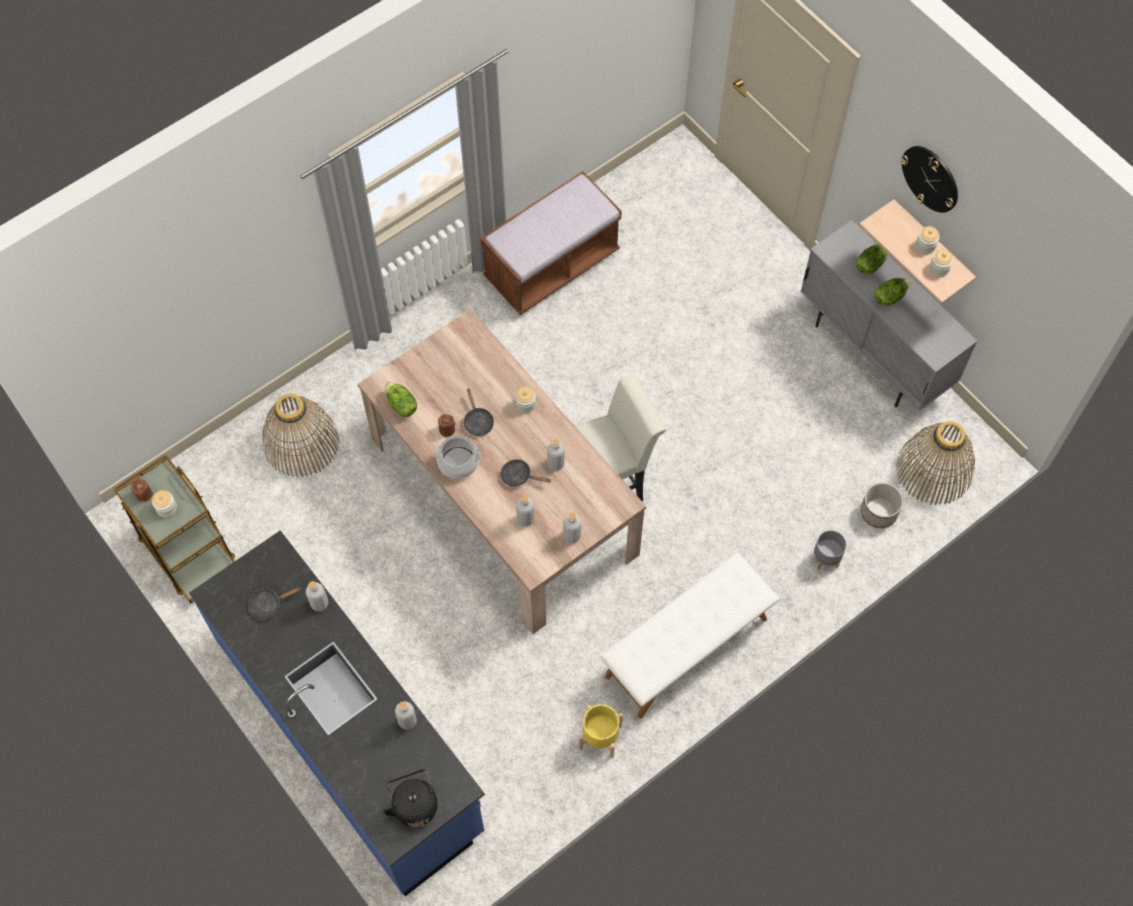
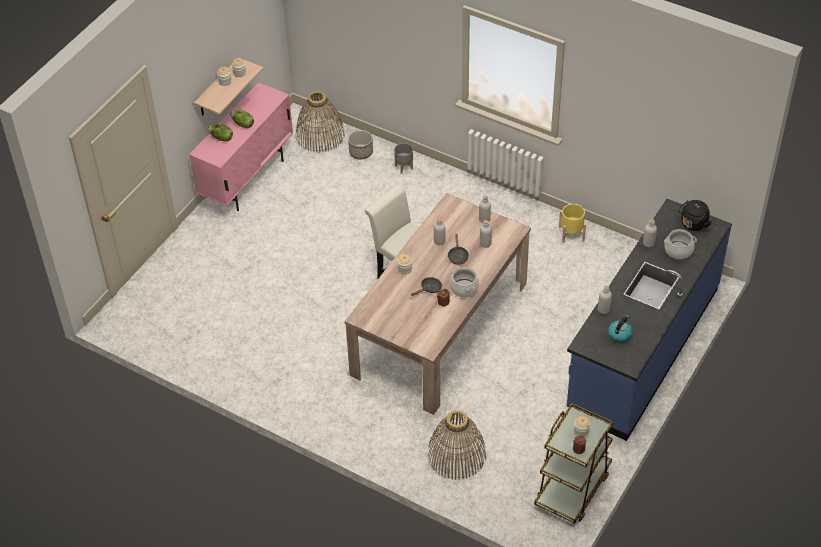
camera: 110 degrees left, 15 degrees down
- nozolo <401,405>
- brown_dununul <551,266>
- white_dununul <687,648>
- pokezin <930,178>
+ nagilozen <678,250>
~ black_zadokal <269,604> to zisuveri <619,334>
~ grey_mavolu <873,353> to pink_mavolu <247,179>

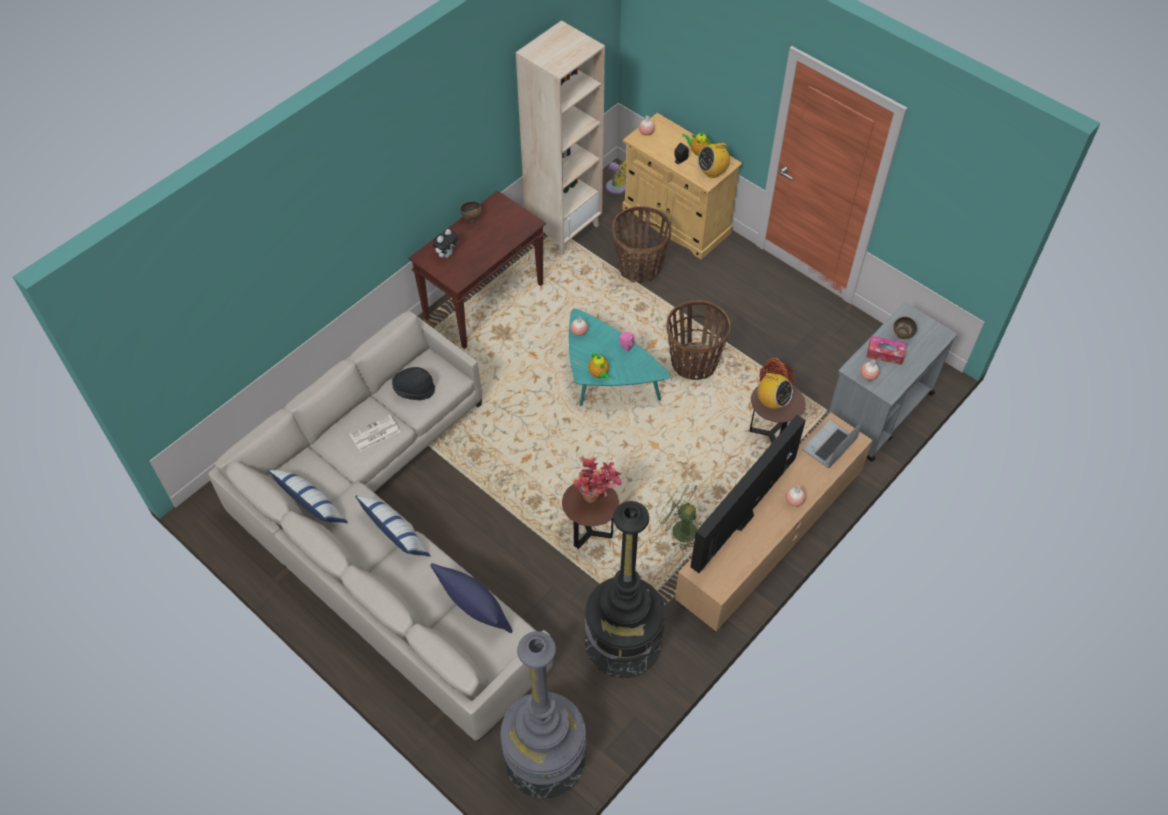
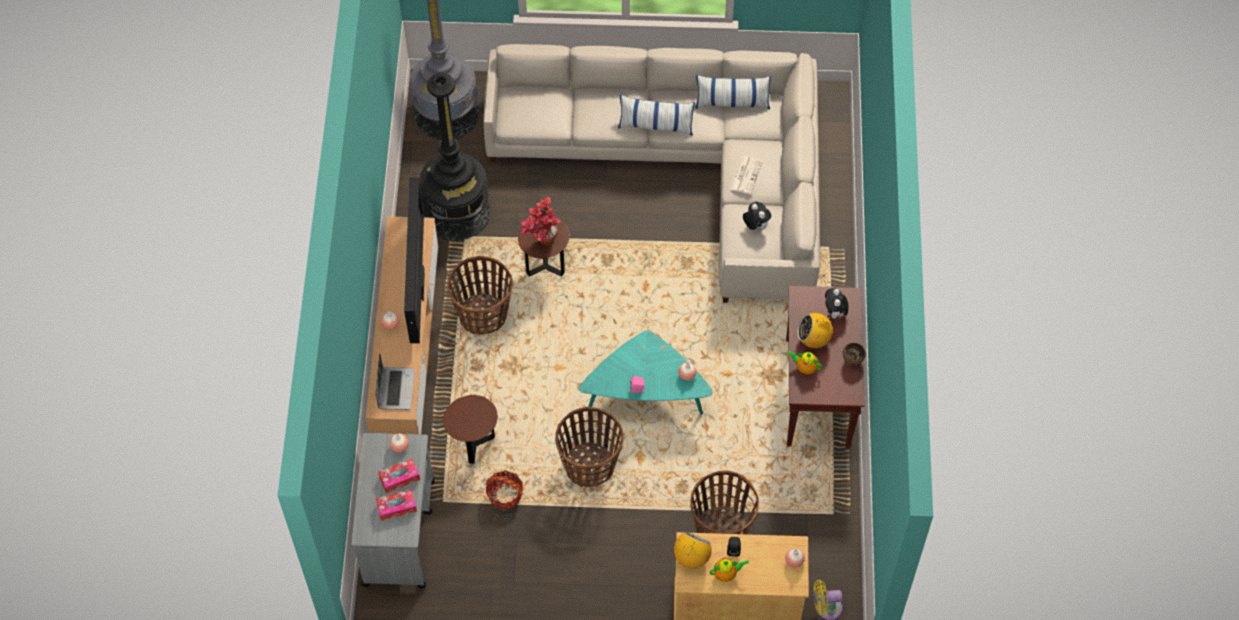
camera: 140 degrees right, 5 degrees up
- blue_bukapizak <474,607>
- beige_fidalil <563,228>
~ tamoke <599,374> to <804,367>
~ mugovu <772,402> to <813,339>
~ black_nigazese <414,390> to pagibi <755,225>
~ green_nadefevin <678,529> to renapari <483,315>
~ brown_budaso <902,336> to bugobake <396,507>

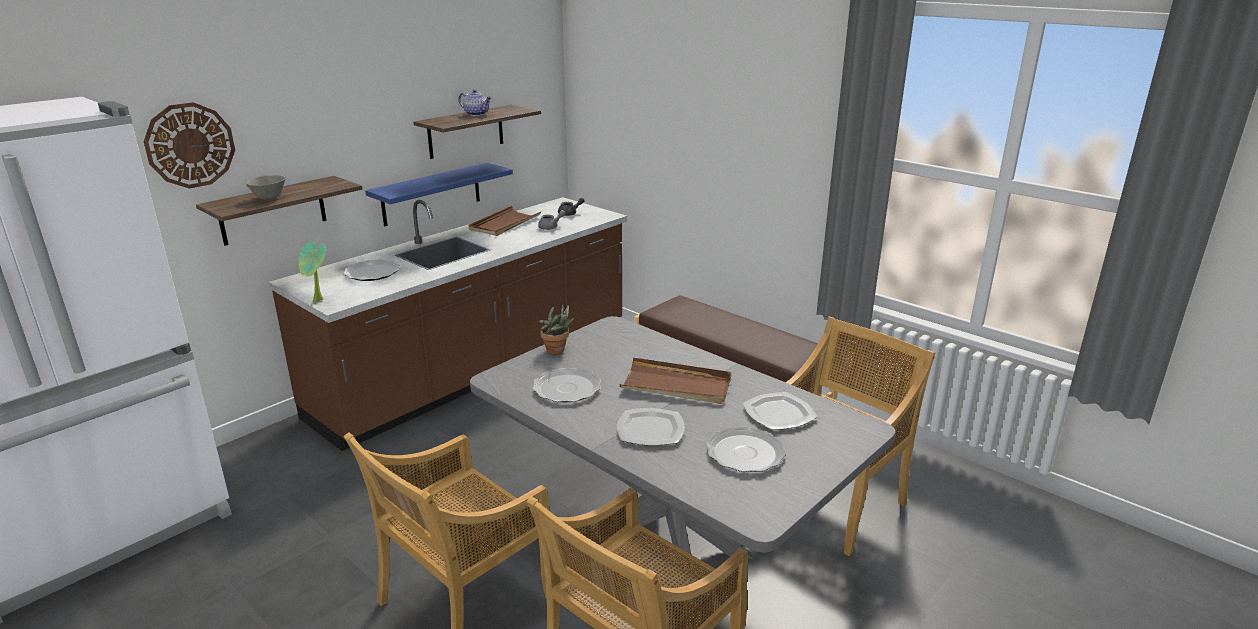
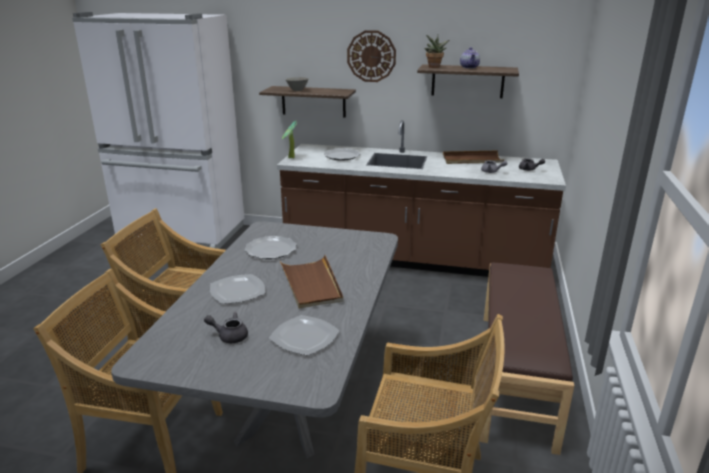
camera: 60 degrees right, 0 degrees up
- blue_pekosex <431,194>
~ pokezin <190,145> to <371,56>
~ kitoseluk <557,351> to <434,67>
~ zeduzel <745,453> to grey_tamoke <229,336>

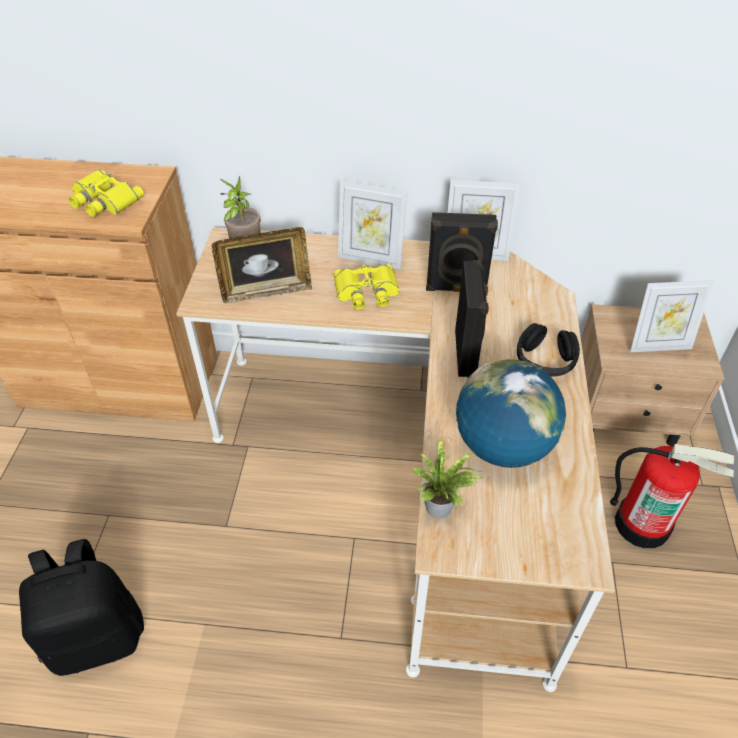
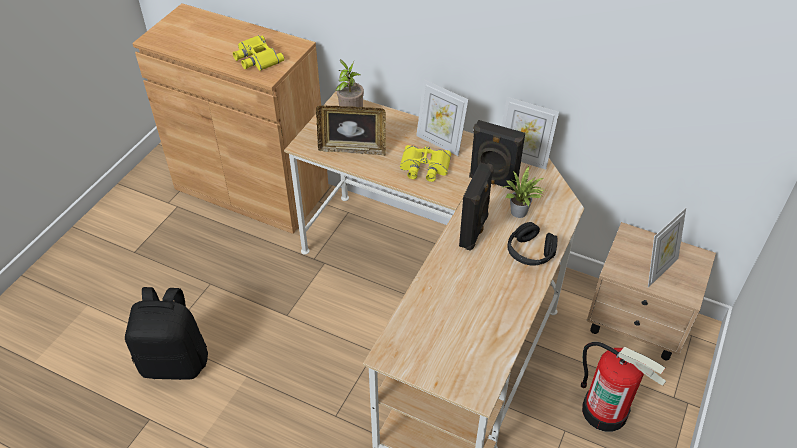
camera: 20 degrees right, 0 degrees up
- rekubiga <502,446>
~ kitoseluk <441,509> to <520,213>
~ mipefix <658,346> = <658,269> 60 degrees counterclockwise

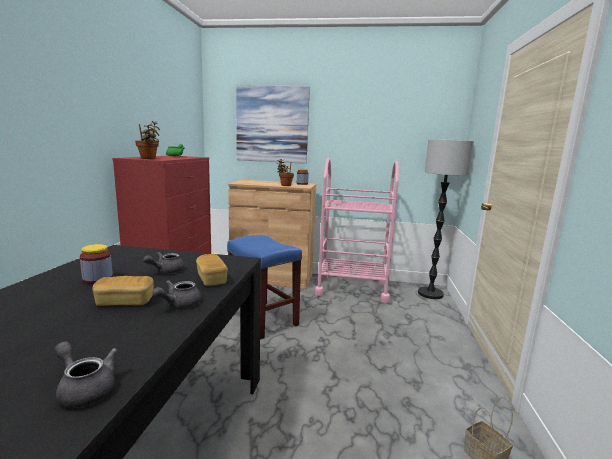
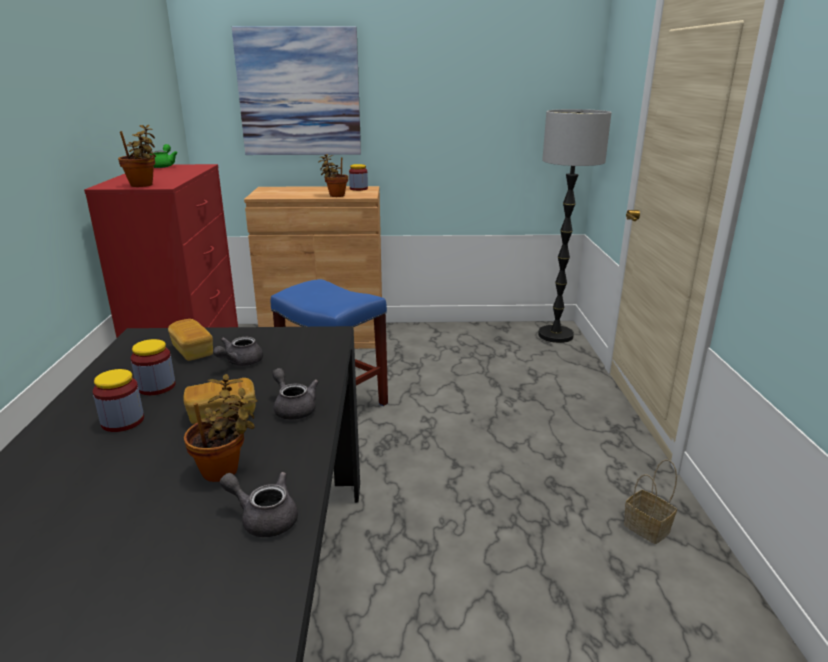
camera: 10 degrees left, 10 degrees up
- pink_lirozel <352,288>
+ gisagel <123,421>
+ kitoseluk <225,470>
~ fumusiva <211,279> to <192,351>
~ grey_tamoke <179,304> = <293,408> 120 degrees clockwise

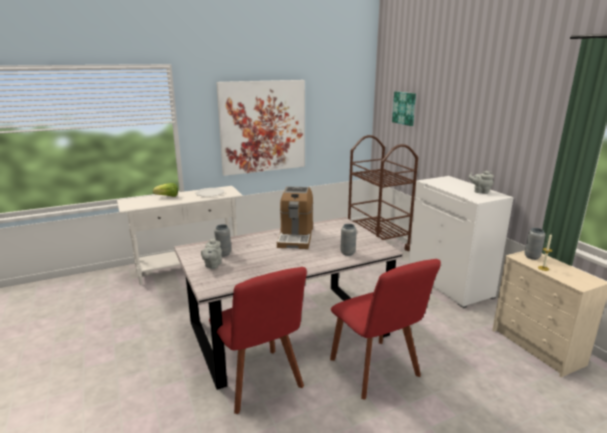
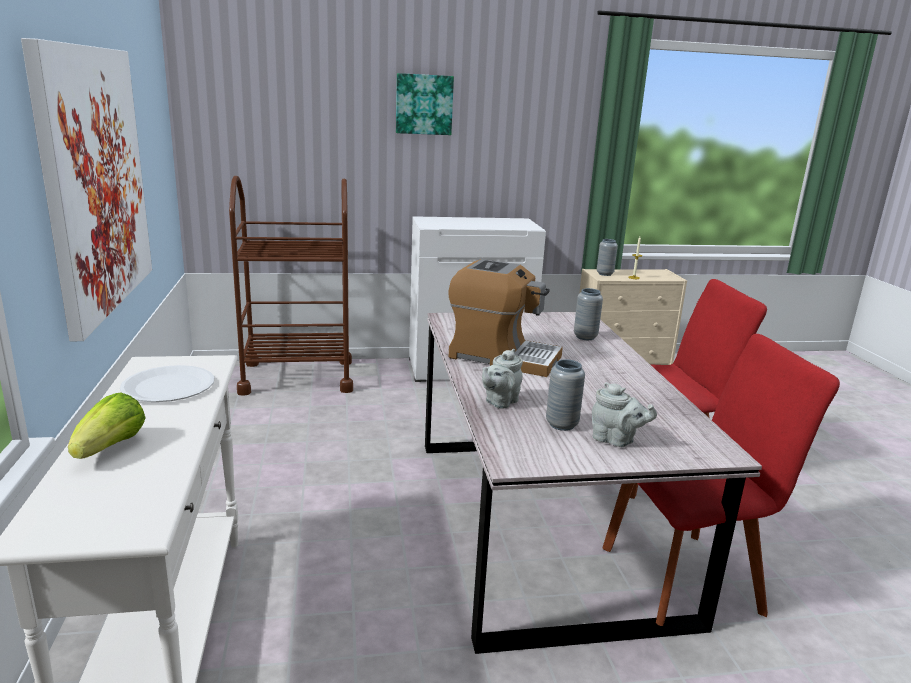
camera: 75 degrees left, 0 degrees up
~ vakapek <404,108> to <424,104>
~ grey_tamoke <480,191> to <500,402>

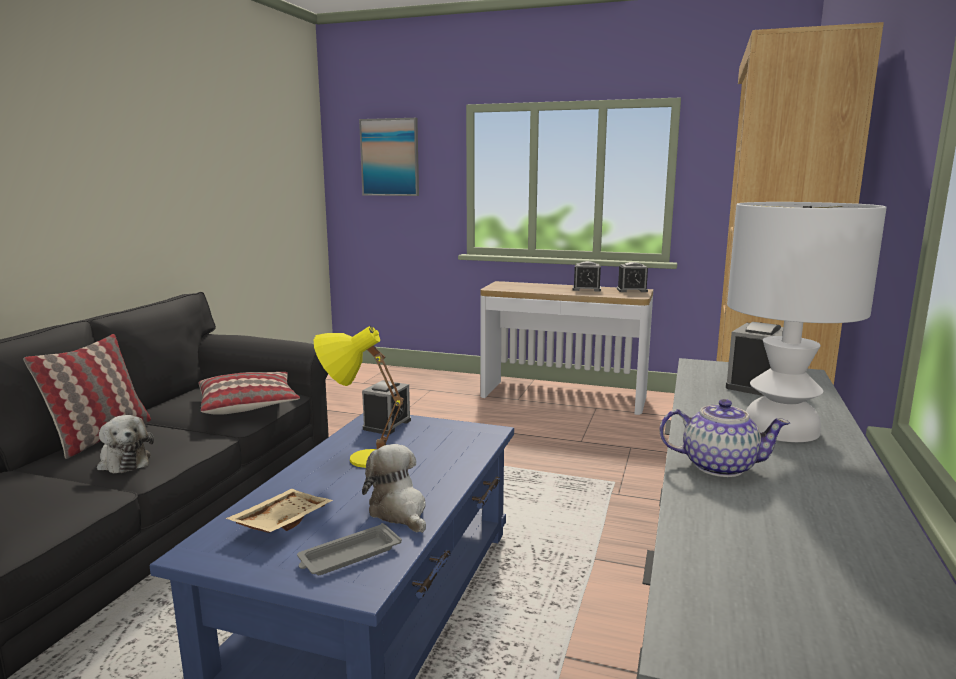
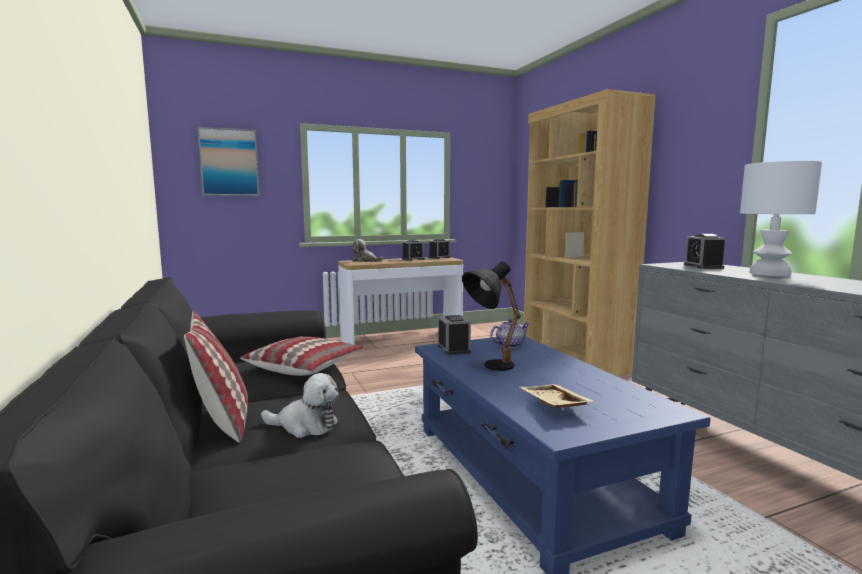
camera: 40 degrees left, 5 degrees down
- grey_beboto <348,556>
~ pagibi <399,511> to <365,261>
~ tamoke <718,466> to <509,345>
~ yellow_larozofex <355,457> to black_larozofex <489,367>

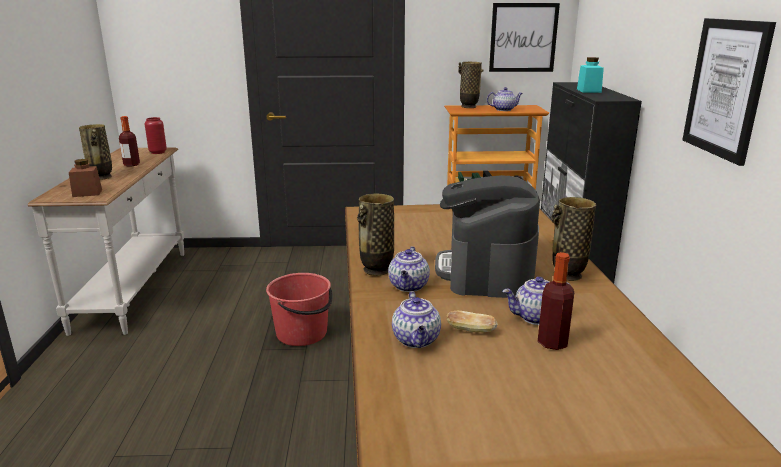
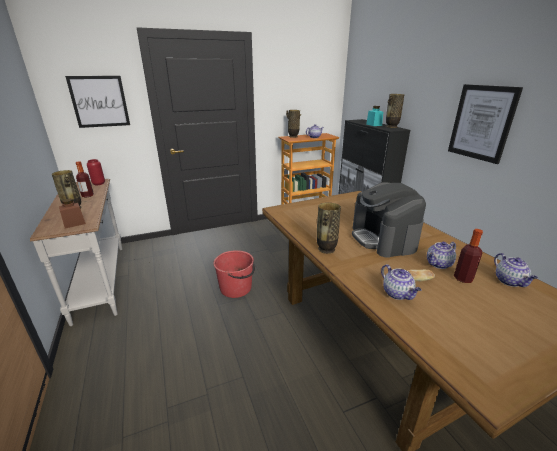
camera: 20 degrees left, 5 degrees up
~ tamoke <409,286> to <510,281>
~ vakapek <523,37> to <99,101>
~ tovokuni <567,275> to <391,127>

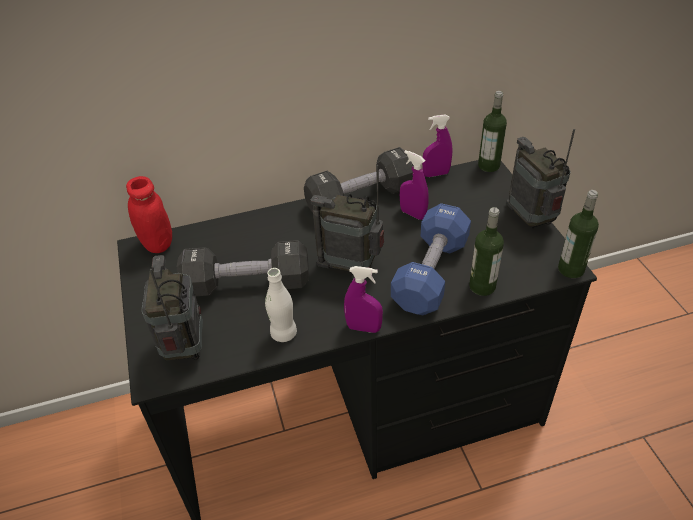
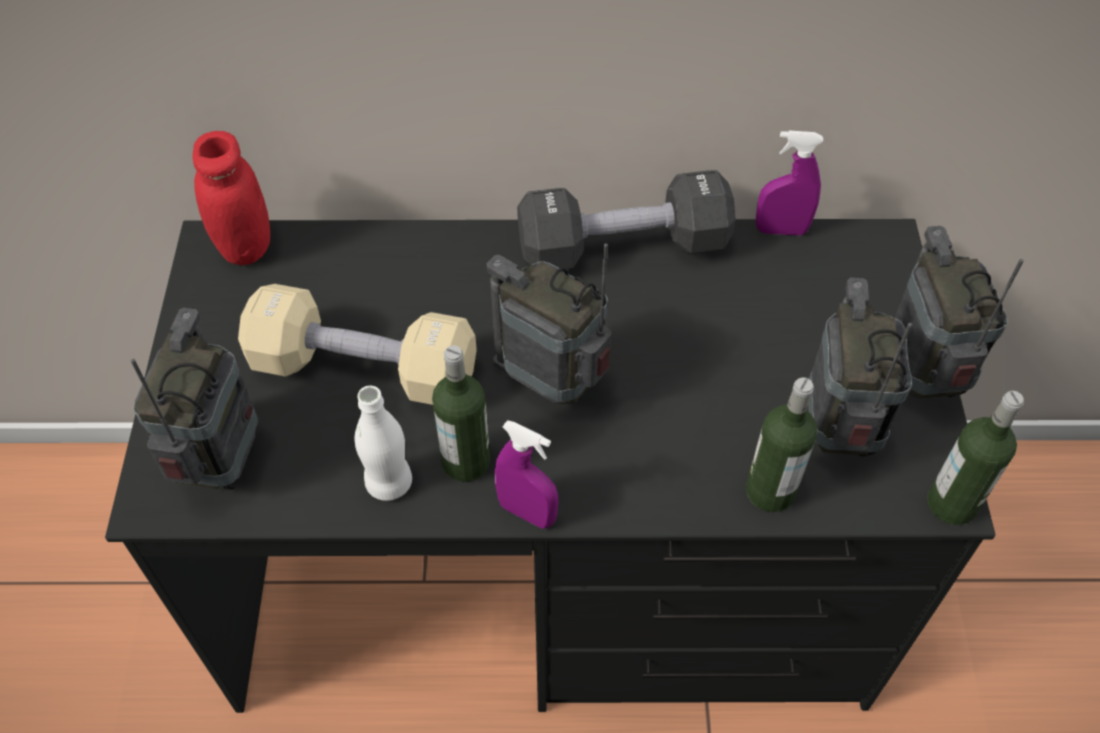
camera: 15 degrees right, 10 degrees up
- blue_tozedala <430,273>
- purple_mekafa <413,214>
+ mugovu <838,431>
~ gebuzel <488,166> to <466,461>
~ black_tozedala <247,284> to beige_tozedala <364,369>

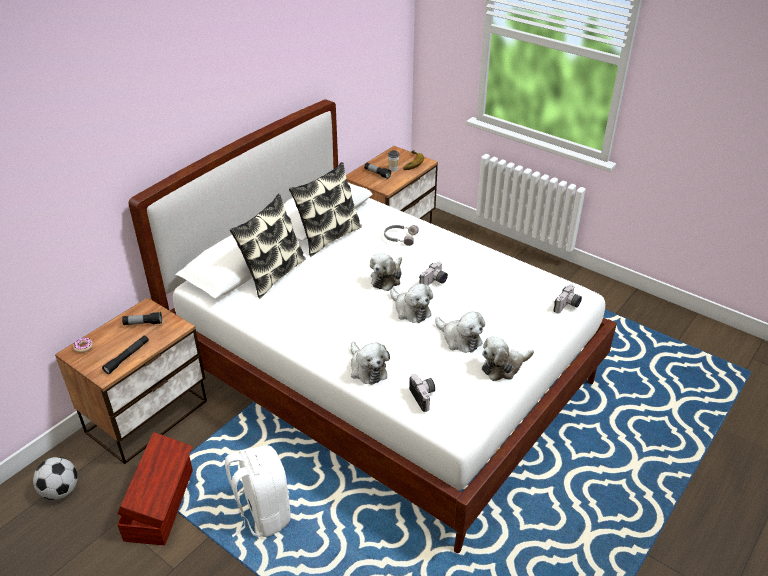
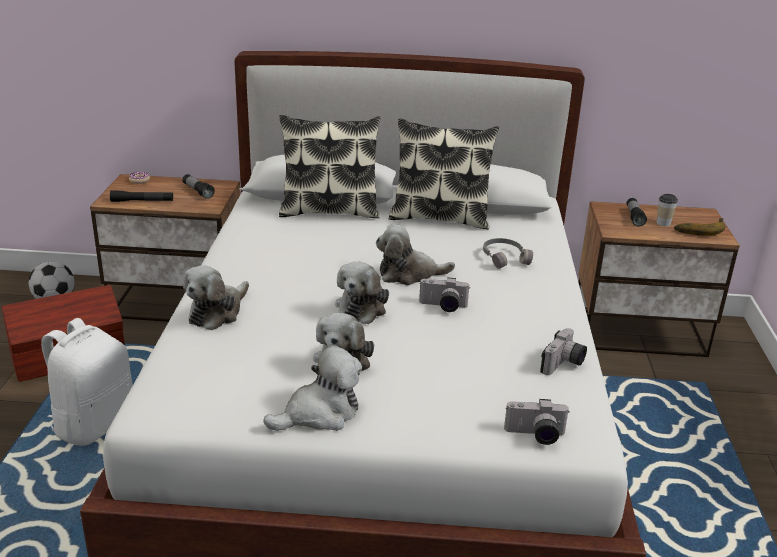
camera: 55 degrees right, 10 degrees down
~ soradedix <424,397> to <564,365>
~ pagibi <503,367> = <319,414> 120 degrees clockwise

